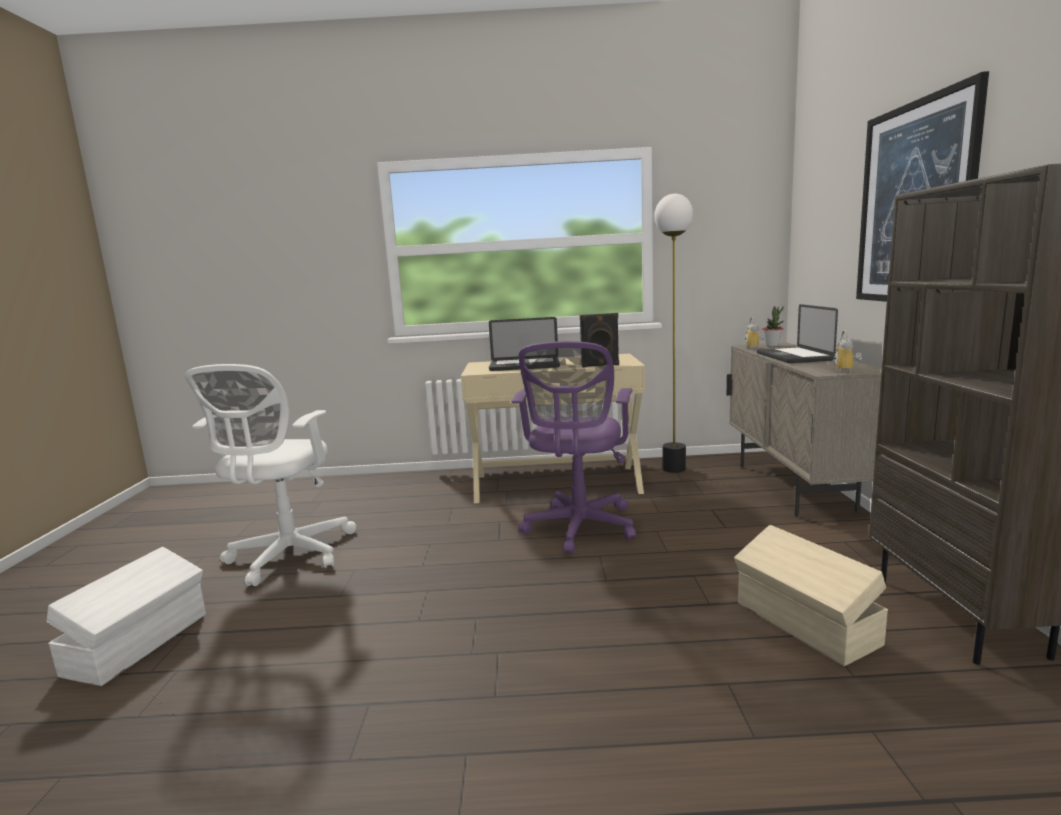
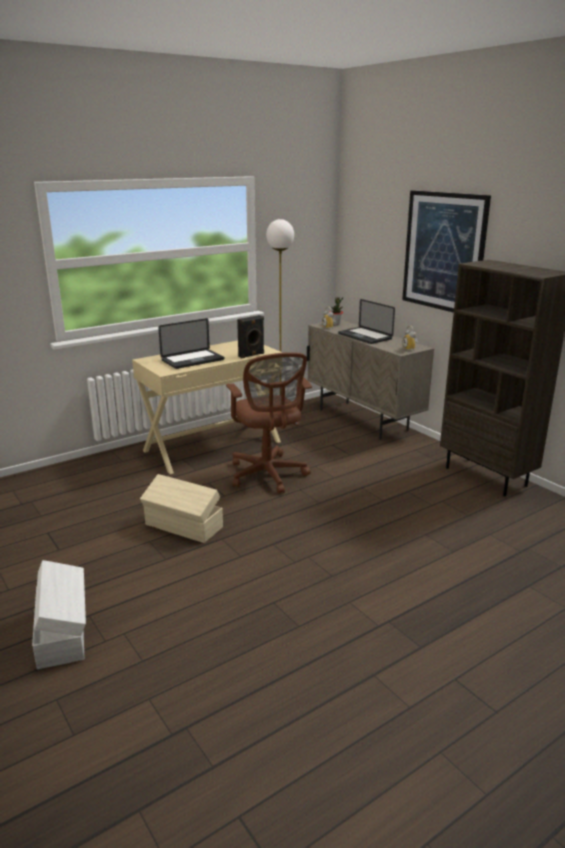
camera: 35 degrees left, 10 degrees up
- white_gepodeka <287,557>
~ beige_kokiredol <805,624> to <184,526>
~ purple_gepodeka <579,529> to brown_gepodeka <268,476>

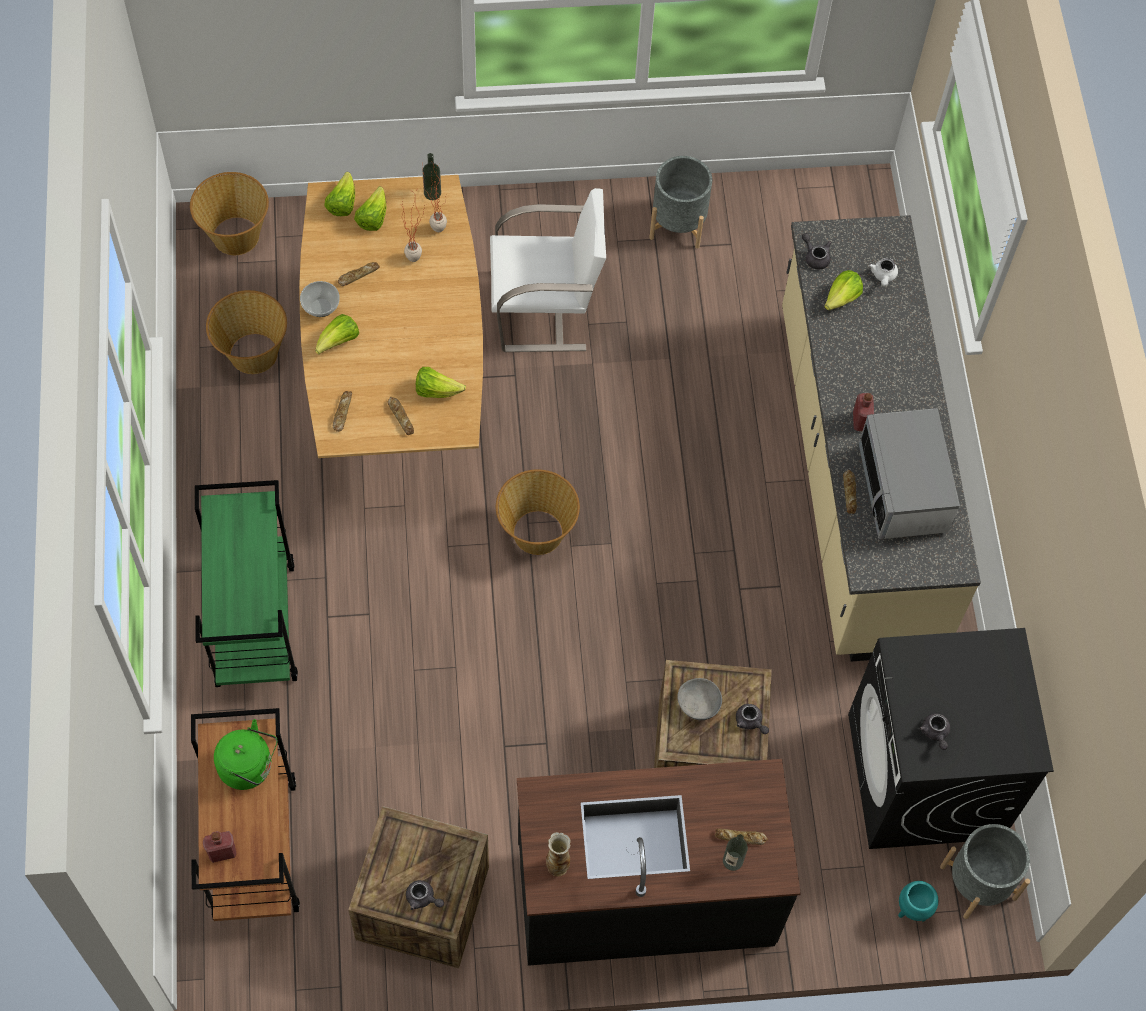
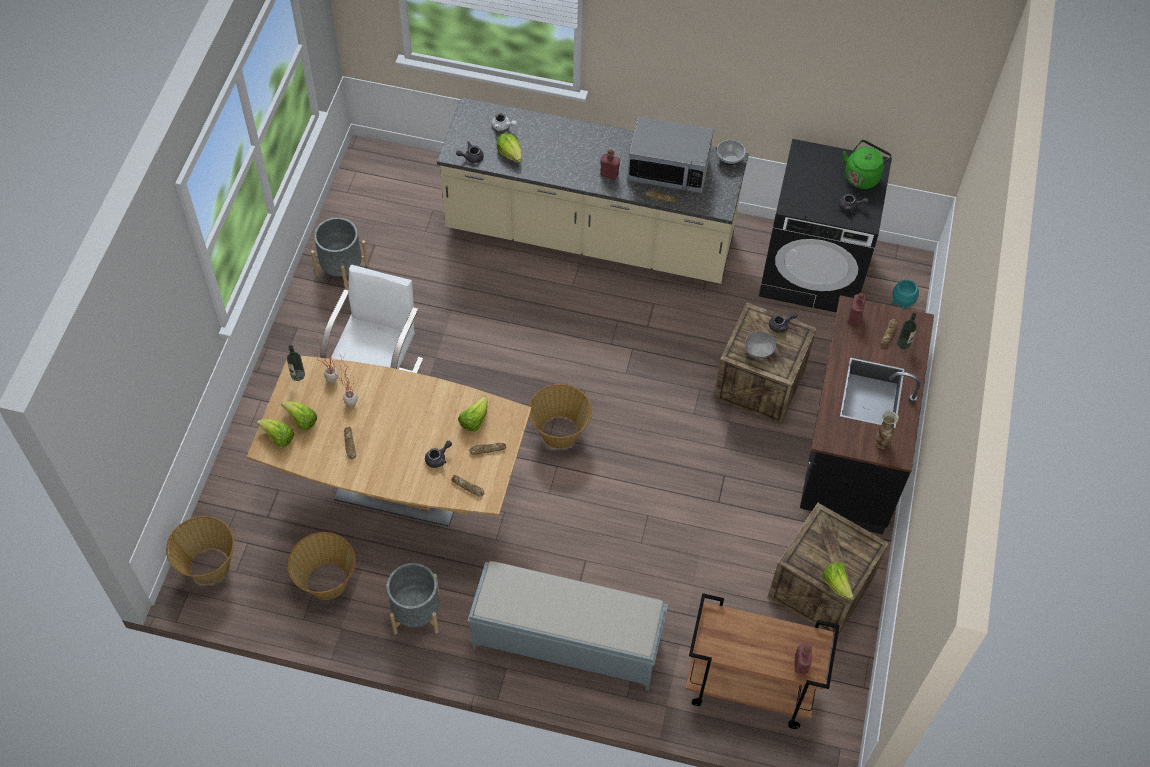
camera: 70 degrees left, 5 degrees down
+ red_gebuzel <854,317>
~ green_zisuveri <249,767> to <863,176>
~ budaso <321,307> to <729,159>
~ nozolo <338,342> to <836,584>
~ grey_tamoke <423,898> to <438,458>
~ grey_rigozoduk <978,882> to <416,613>
~ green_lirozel <254,623> to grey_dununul <565,641>

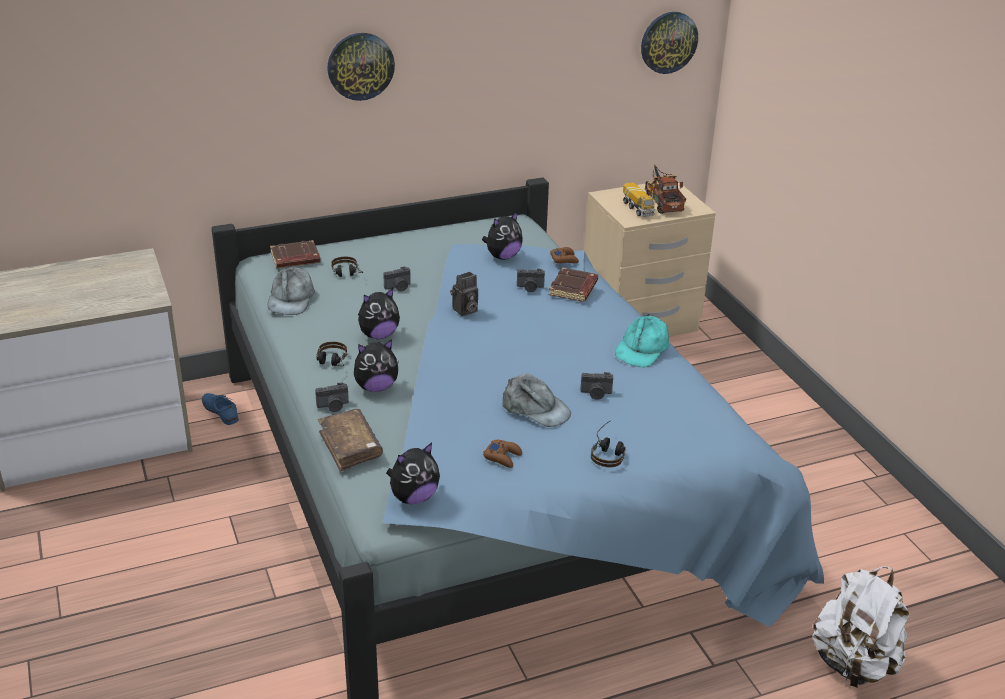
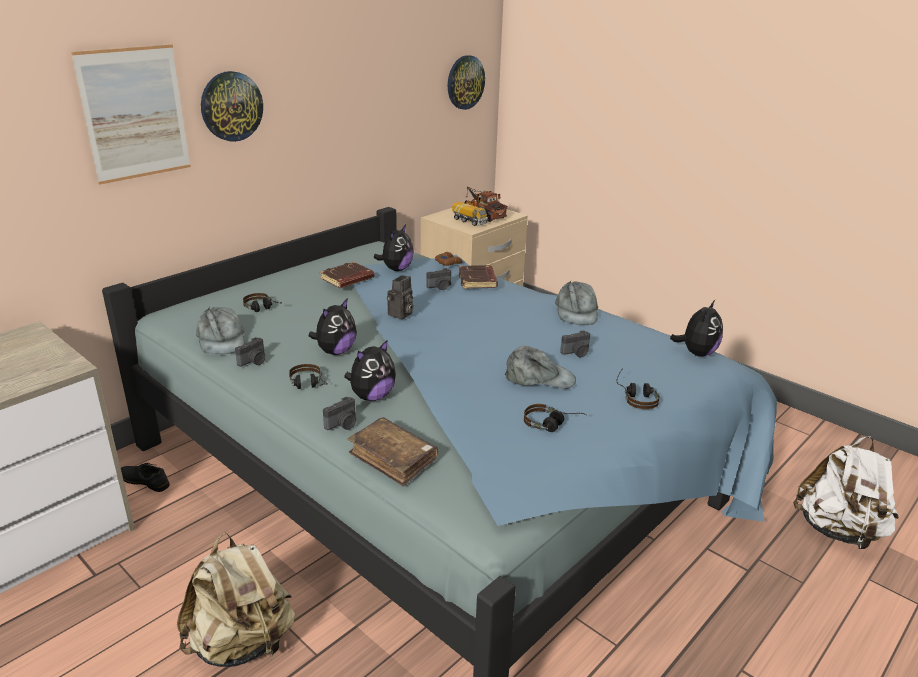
camera: 25 degrees left, 5 degrees down
+ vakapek <135,113>
+ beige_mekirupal <242,643>
~ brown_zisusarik <295,259> to <347,279>
~ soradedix <398,287> to <254,361>
~ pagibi <413,497> to <696,353>
~ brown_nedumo <503,457> to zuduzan <553,425>
~ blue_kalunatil <220,411> to black_kalunatil <144,481>
~ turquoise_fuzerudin <642,349> to grey_fuzerudin <576,311>

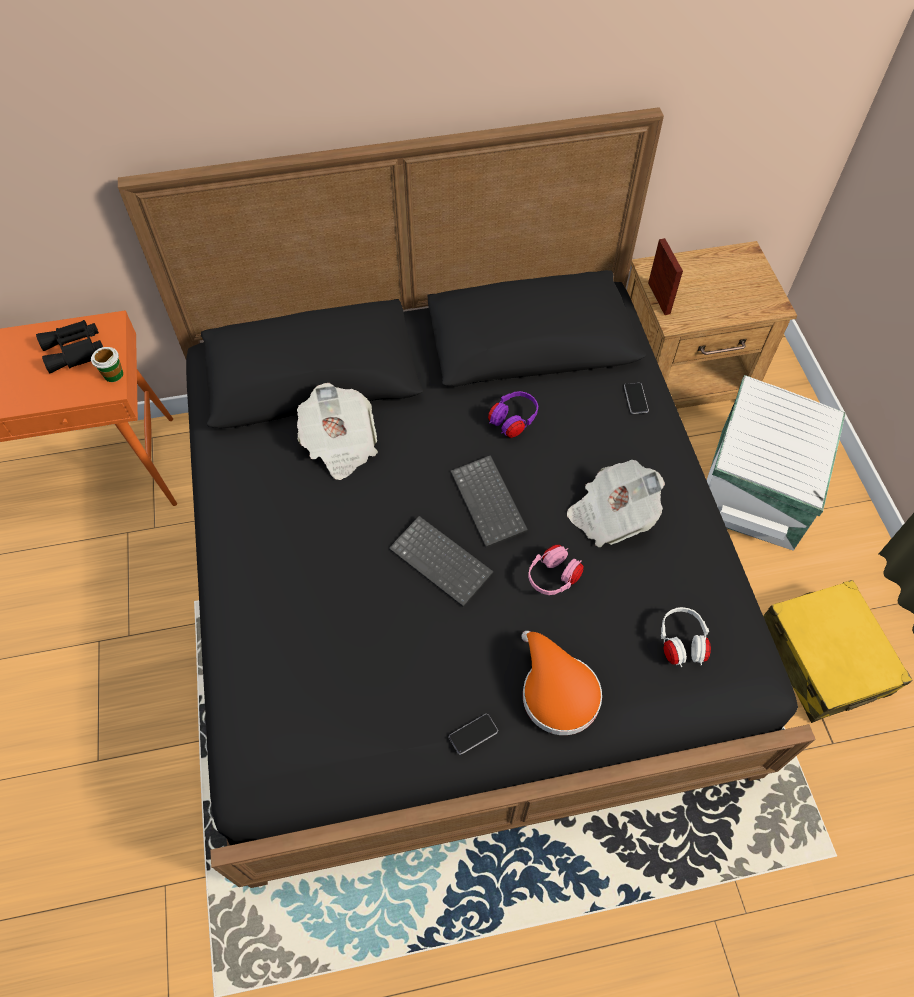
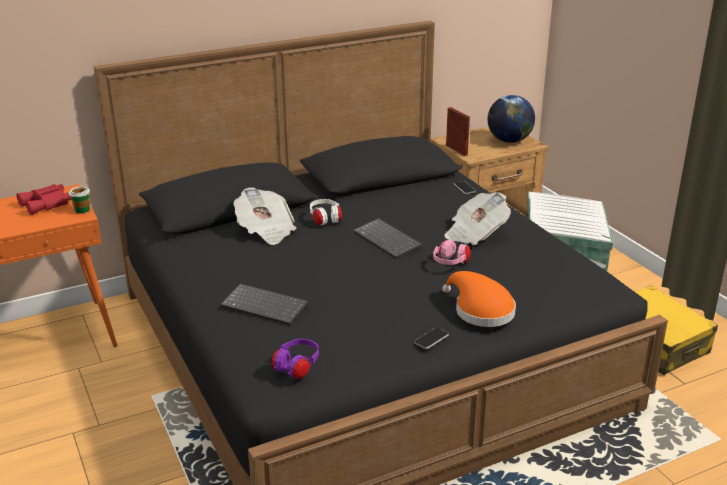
camera: 15 degrees left, 30 degrees down
+ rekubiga <509,141>
~ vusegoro <443,561> to <266,305>
~ purple_zuduzan <513,421> to <297,368>
~ white_zuduzan <681,643> to <325,220>
~ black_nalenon <75,351> to red_nalenon <47,204>

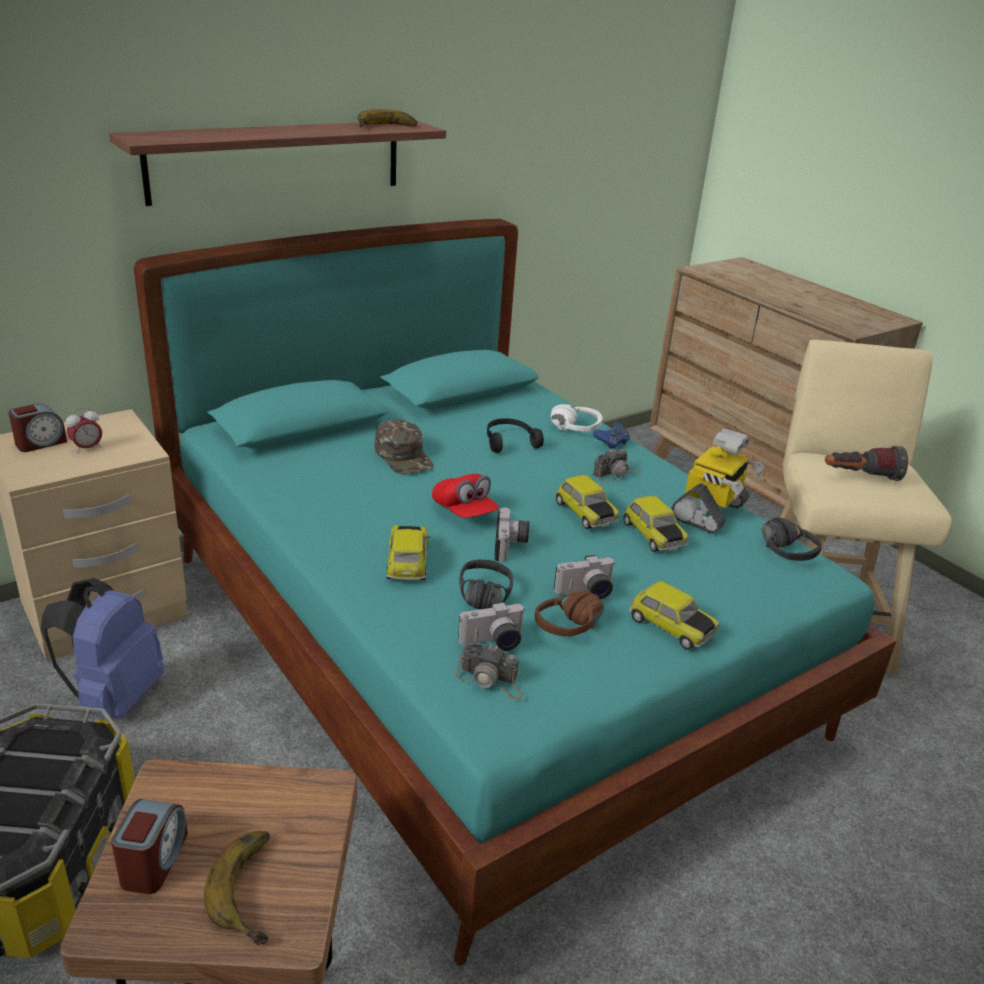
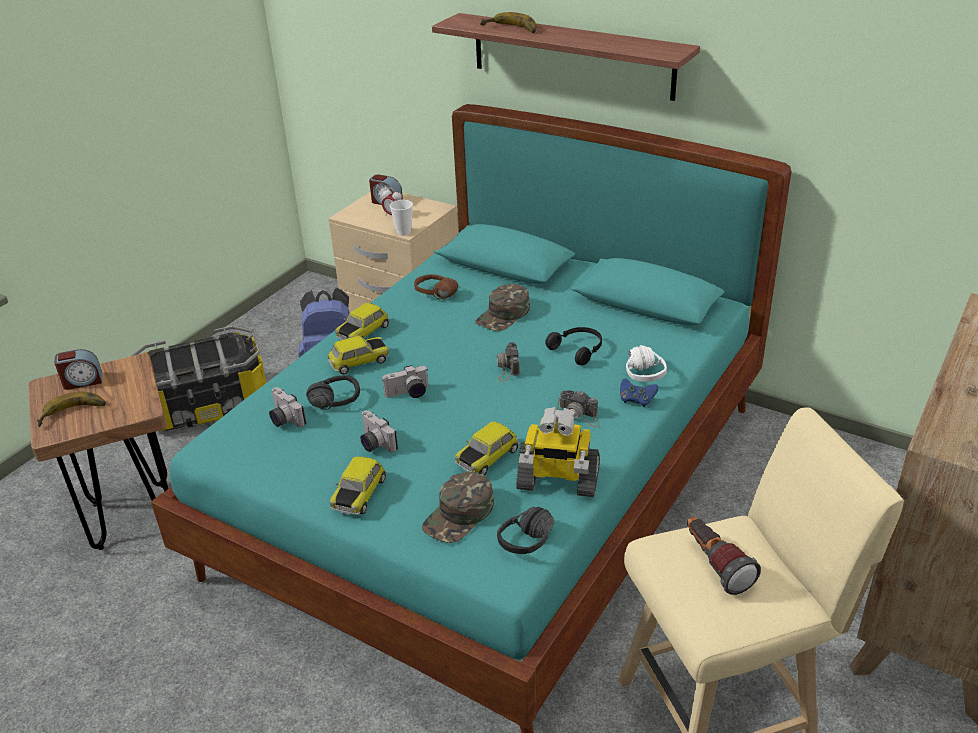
camera: 70 degrees right, 5 degrees up
- red_fuzerudin <464,512>
+ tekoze <404,232>
+ green_fuzerudin <459,515>
~ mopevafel <388,127> to <510,29>
~ soradedix <491,680> to <507,367>
~ brown_zuduzan <576,632> to <433,297>
~ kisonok <584,513> to <363,332>

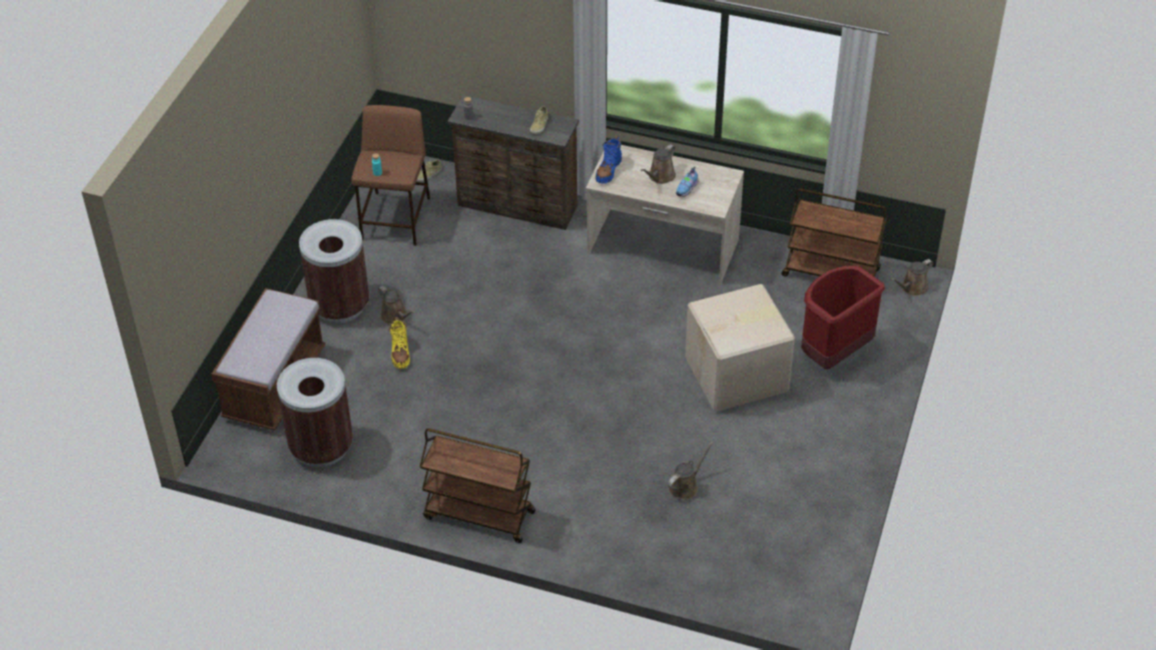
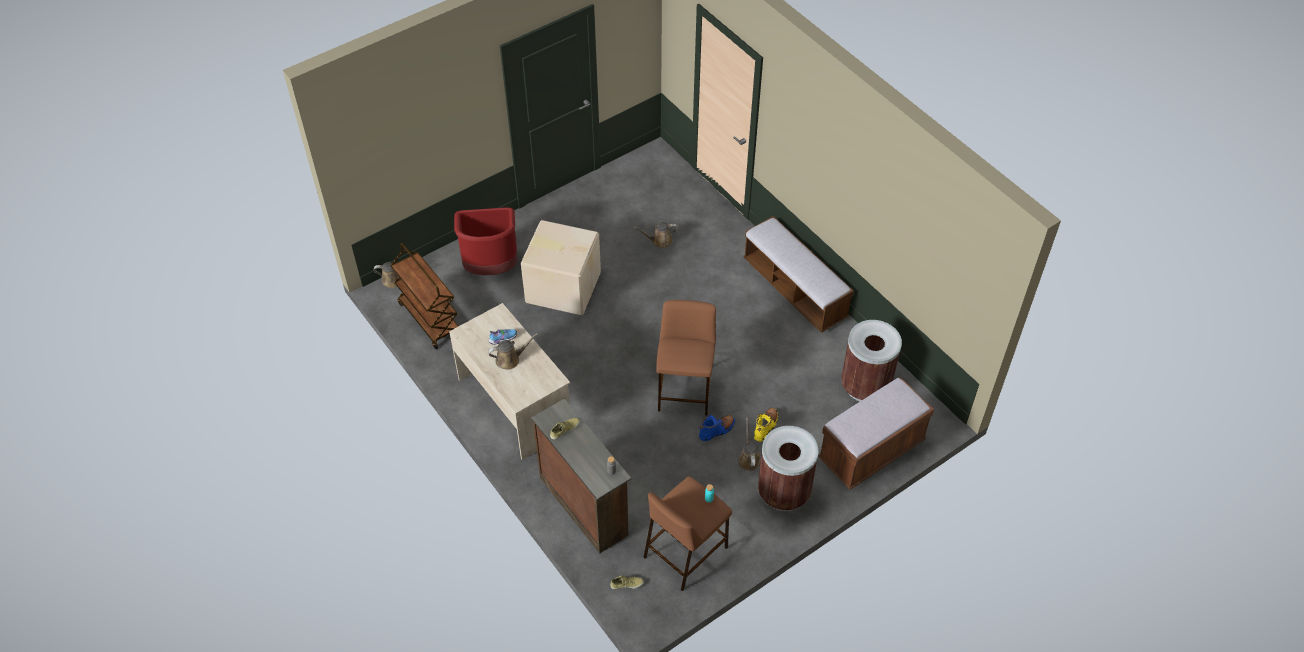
camera: 145 degrees left, 5 degrees up
+ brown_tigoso <685,389>
~ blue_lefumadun <608,170> to <717,430>
~ brown_lirozel <478,515> to dununul <794,289>

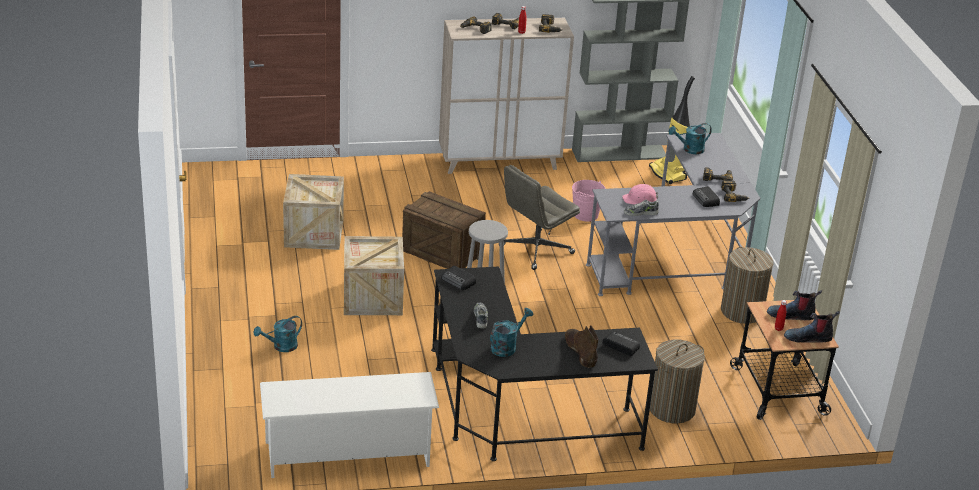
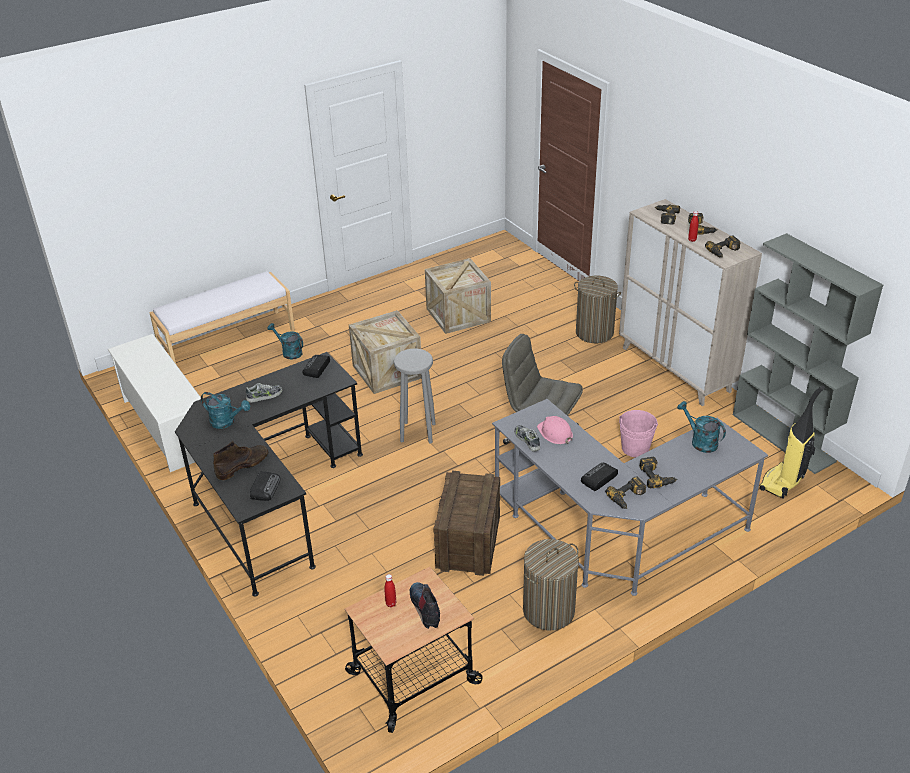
camera: 70 degrees right, 5 degrees up
- lefumadun <808,338>
+ white_dununul <227,340>
~ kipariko <442,253> to <468,543>
~ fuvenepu <671,409> to <594,333>

